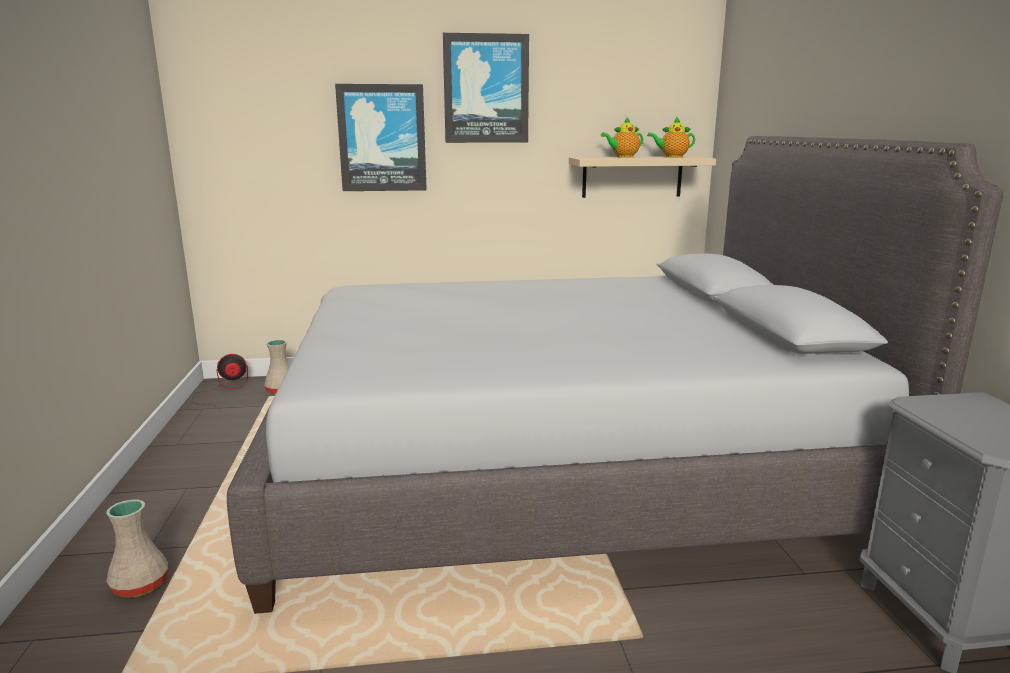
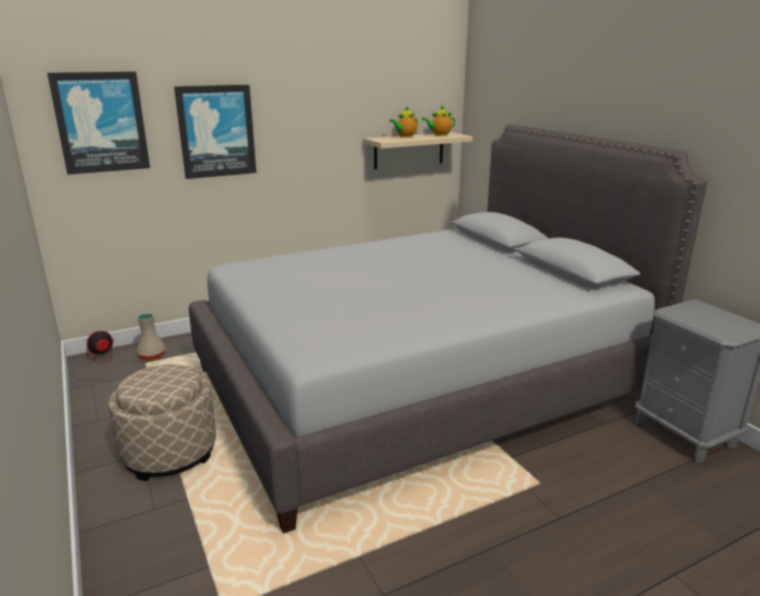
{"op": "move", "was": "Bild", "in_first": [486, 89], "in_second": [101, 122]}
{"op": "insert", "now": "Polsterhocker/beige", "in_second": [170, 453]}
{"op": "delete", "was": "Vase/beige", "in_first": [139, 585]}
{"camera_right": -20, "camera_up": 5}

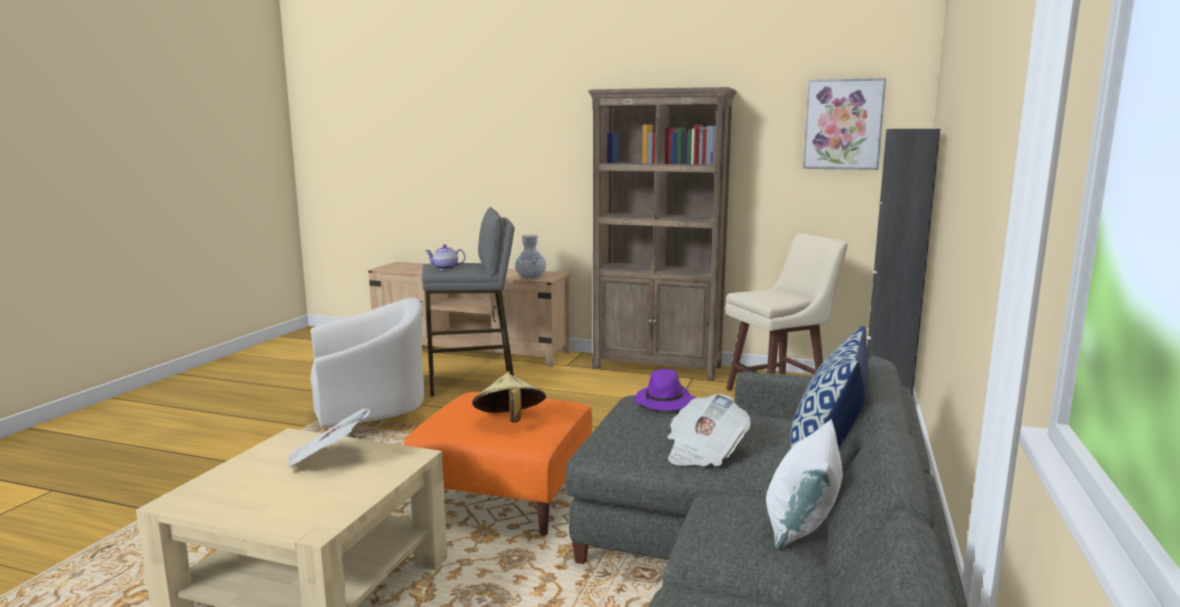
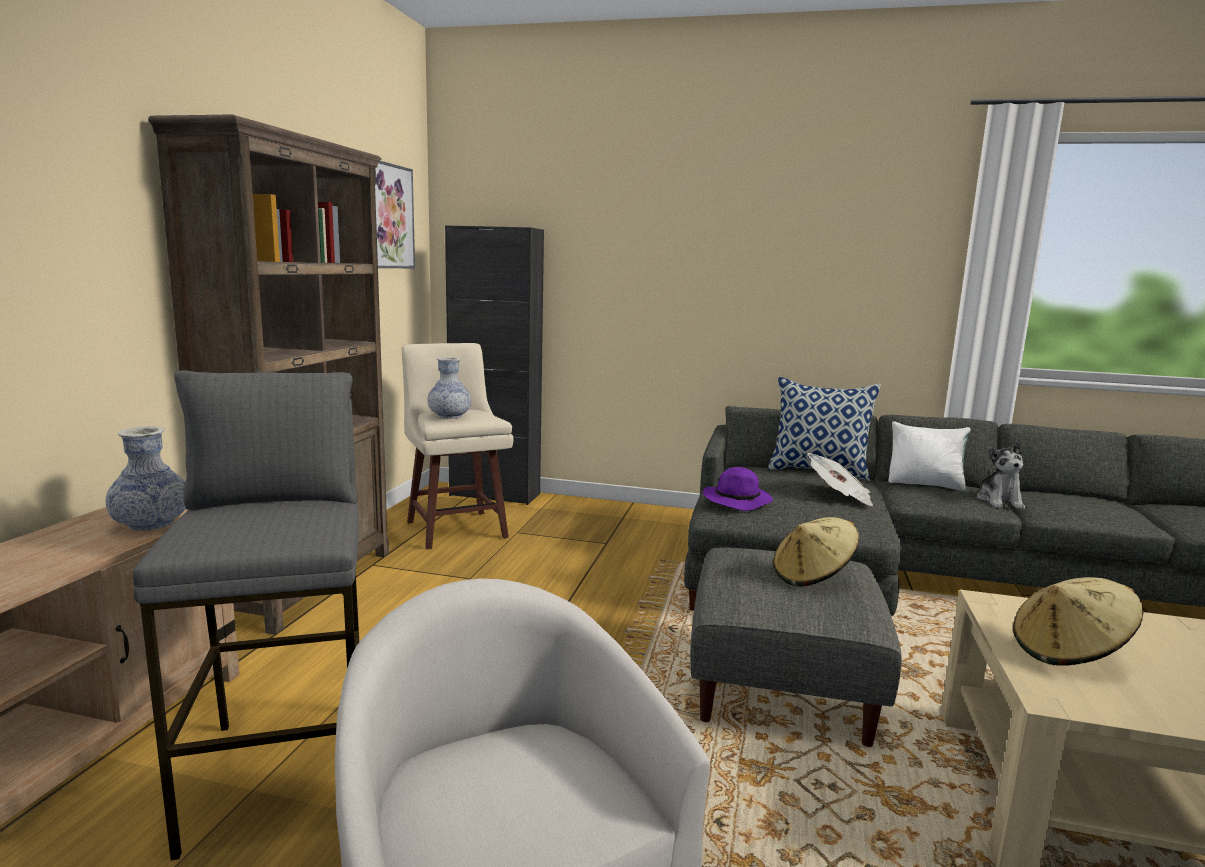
{"op": "insert", "now": "Vase", "in_second": [449, 416]}
{"op": "recolor", "was": "Polsterhocker/orange", "now": "Polsterhocker/grau", "in_first": [506, 496], "in_second": [780, 685]}
{"op": "insert", "now": "Plüschtier", "in_second": [999, 501]}
{"op": "replace", "was": "Zeitung", "now": "Hut/beige", "in_first": [327, 459], "in_second": [1069, 652]}
{"op": "delete", "was": "Teekanne", "in_first": [445, 268]}
{"camera_right": -95, "camera_up": 0}

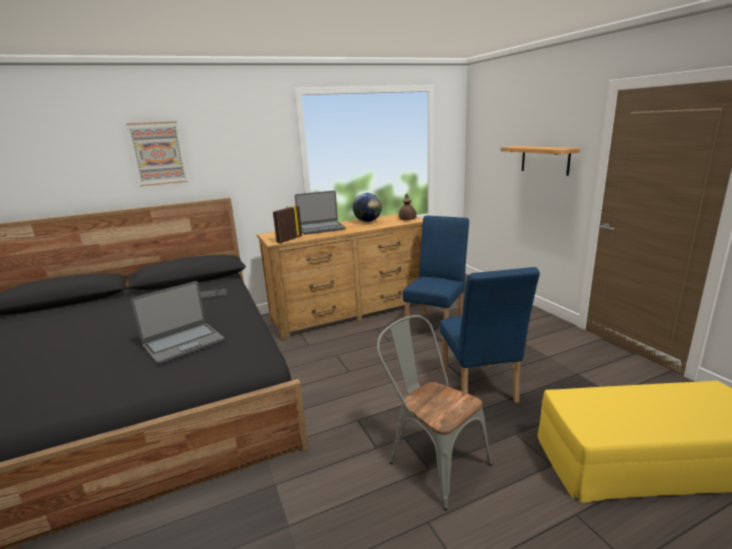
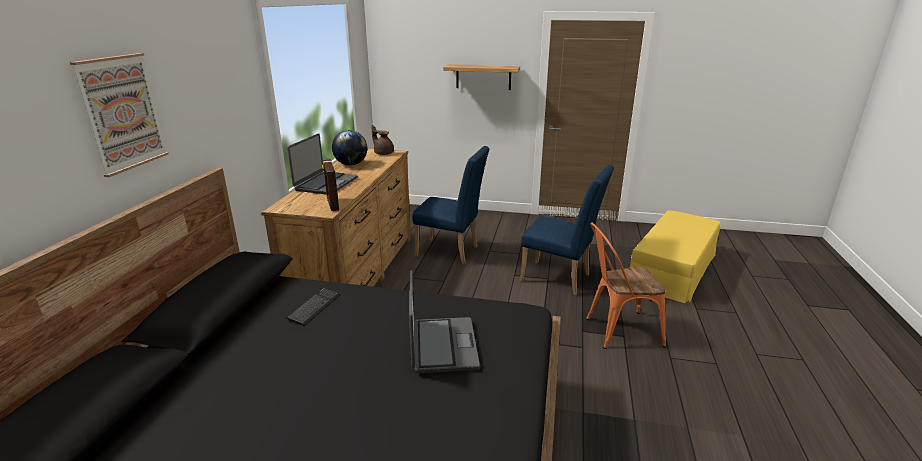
{"op": "rotate", "was": "Stuhl/blau", "in_first": [436, 325], "in_second": [451, 252], "clockwise": 135}
{"op": "recolor", "was": "Stuhl/grau", "now": "Stuhl/orange", "in_first": [432, 460], "in_second": [617, 331]}
{"camera_right": -55, "camera_up": 5}

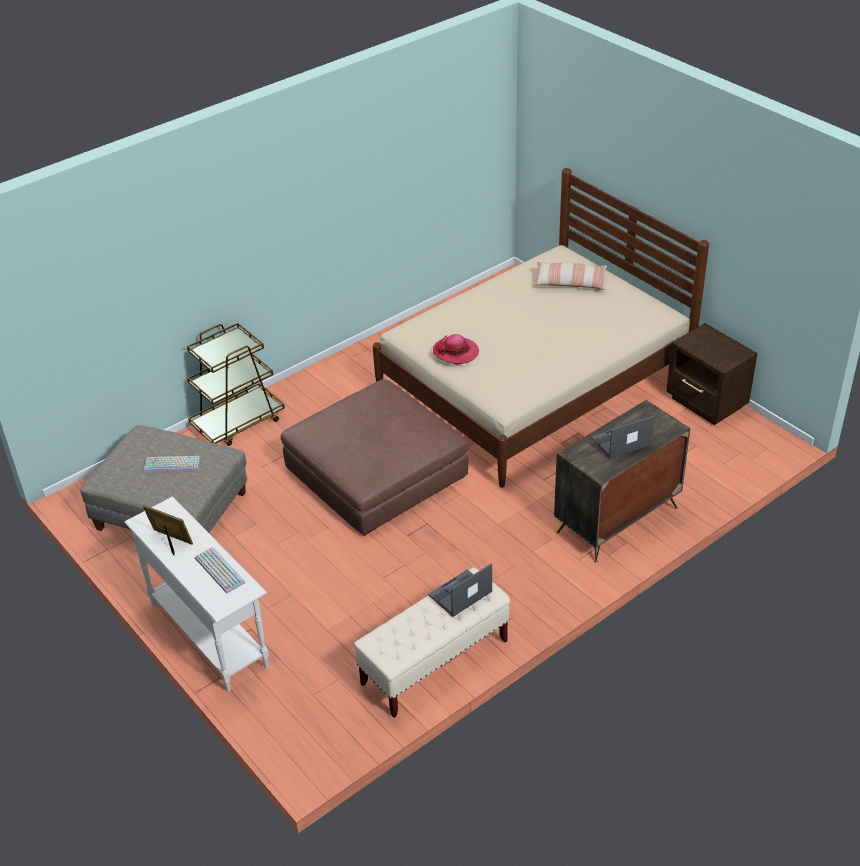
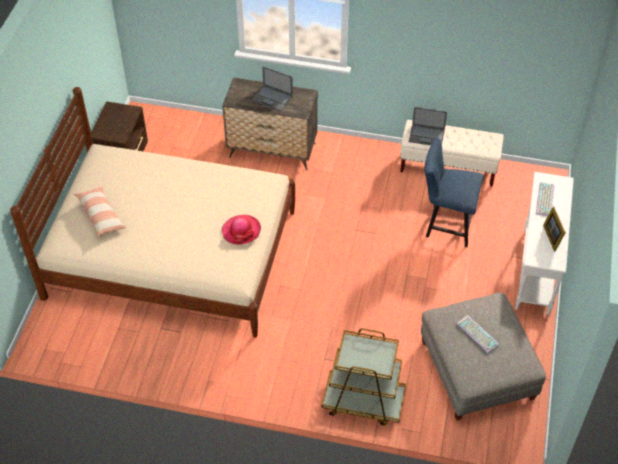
{"op": "insert", "now": "Stuhl/blau", "in_second": [446, 224]}
{"op": "delete", "was": "Polsterhocker/braun", "in_first": [376, 472]}
{"camera_right": -130, "camera_up": 10}

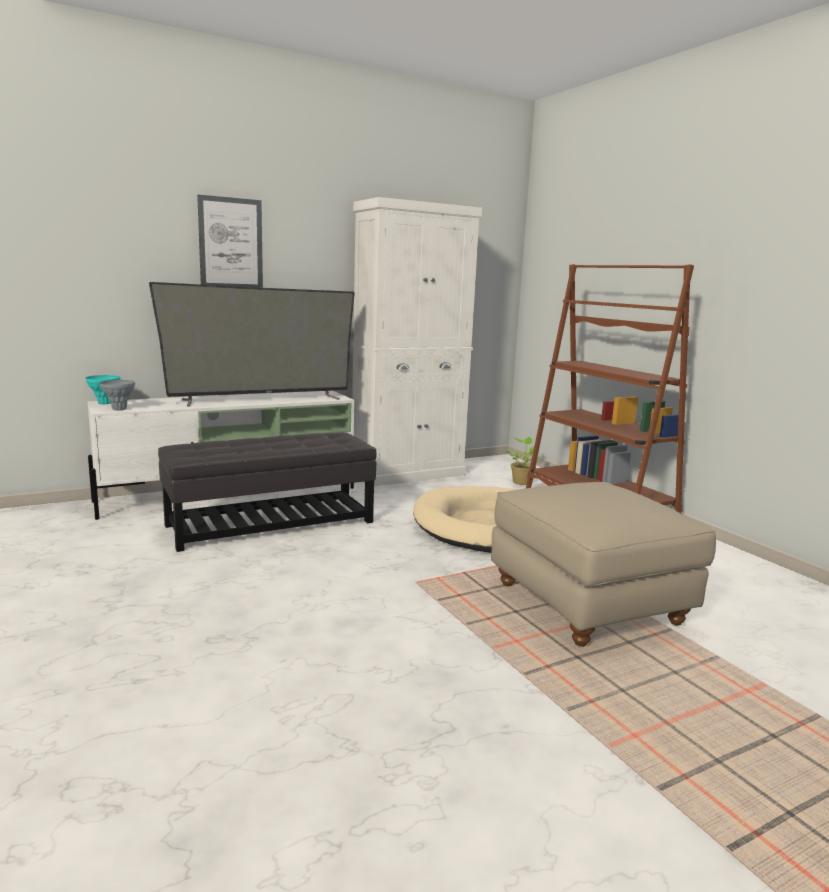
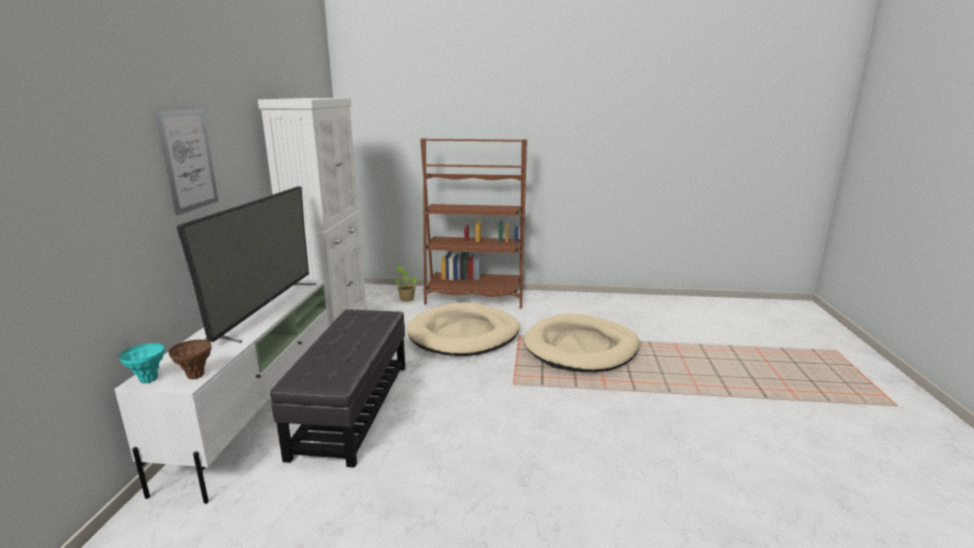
{"op": "recolor", "was": "Vase/grau", "now": "Vase/braun", "in_first": [119, 409], "in_second": [196, 376]}
{"op": "replace", "was": "Polsterhocker/beige", "now": "Hundebett/beige", "in_first": [589, 604], "in_second": [581, 348]}
{"camera_right": -55, "camera_up": 5}

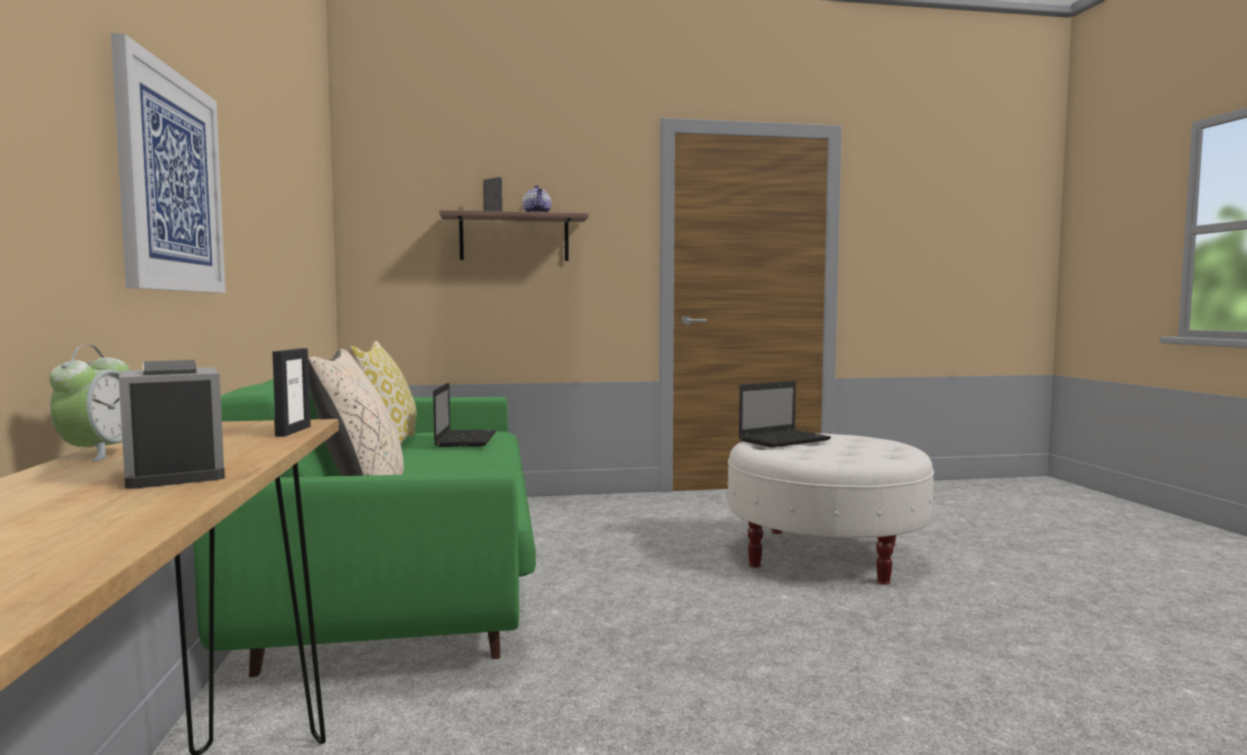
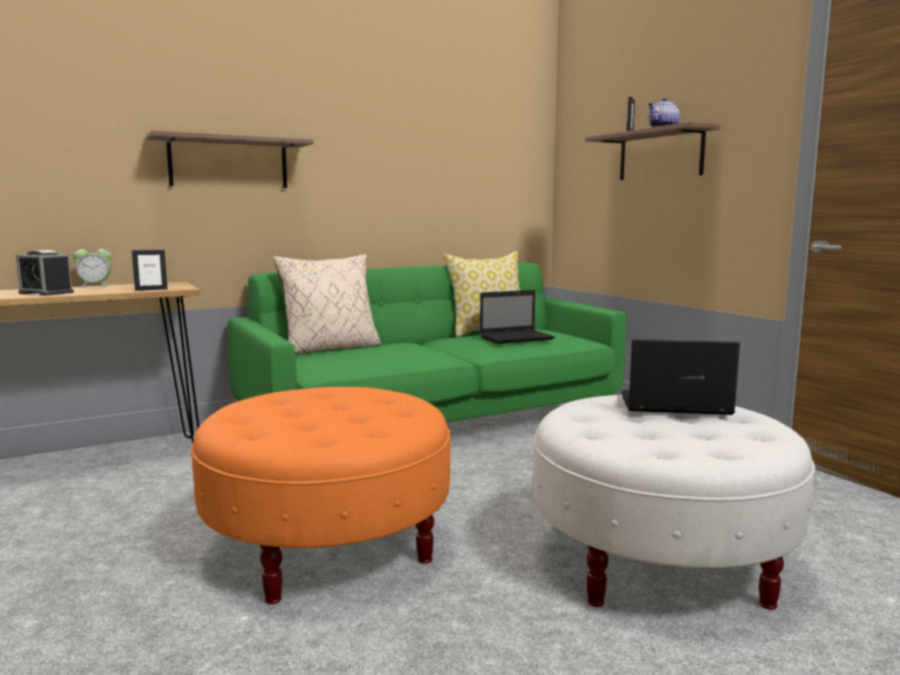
{"op": "rotate", "was": "Wecker", "in_first": [175, 473], "in_second": [46, 293], "clockwise": -105}
{"op": "replace", "was": "Bild", "now": "Wandregal", "in_first": [171, 182], "in_second": [229, 163]}
{"op": "insert", "now": "Polsterhocker/orange", "in_second": [329, 545]}
{"op": "rotate", "was": "Laptop", "in_first": [785, 440], "in_second": [672, 405], "clockwise": 150}
{"camera_right": 70, "camera_up": 5}

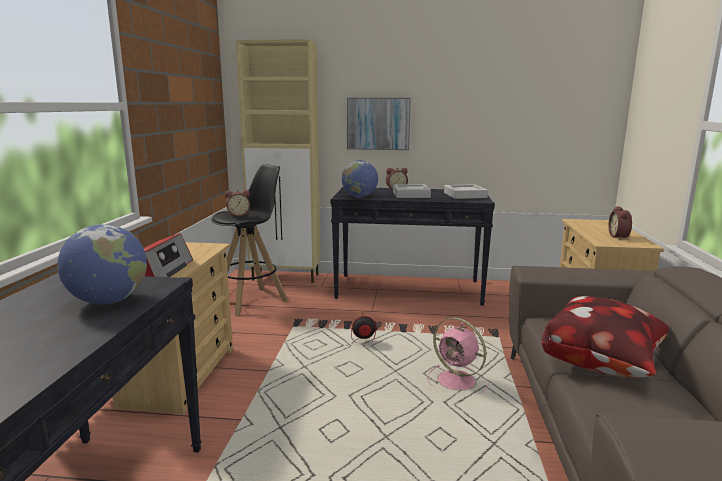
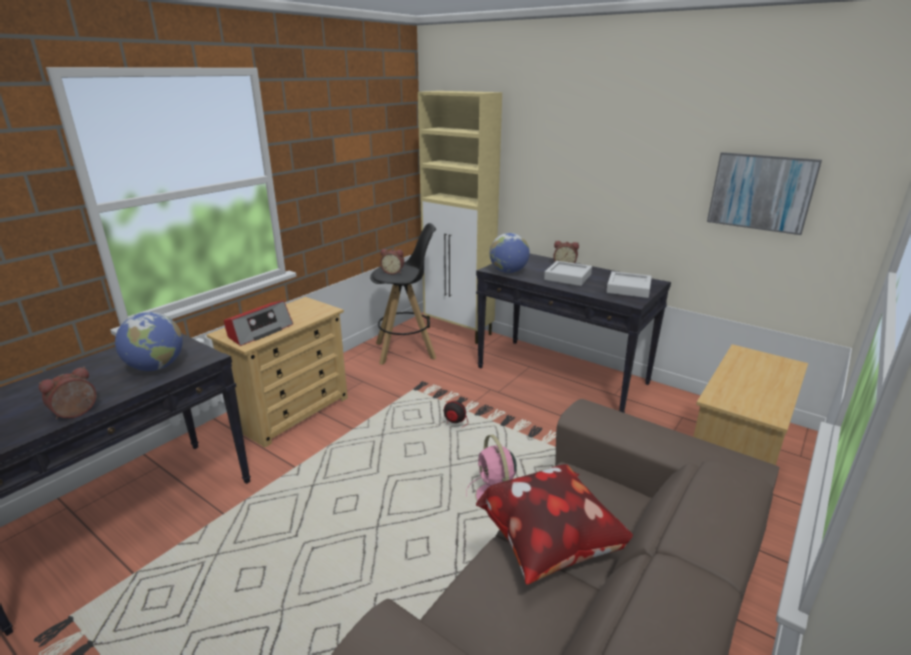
{"op": "move", "was": "Wecker", "in_first": [620, 237], "in_second": [76, 413]}
{"op": "move", "was": "Bild", "in_first": [378, 123], "in_second": [761, 192]}
{"camera_right": 30, "camera_up": 10}

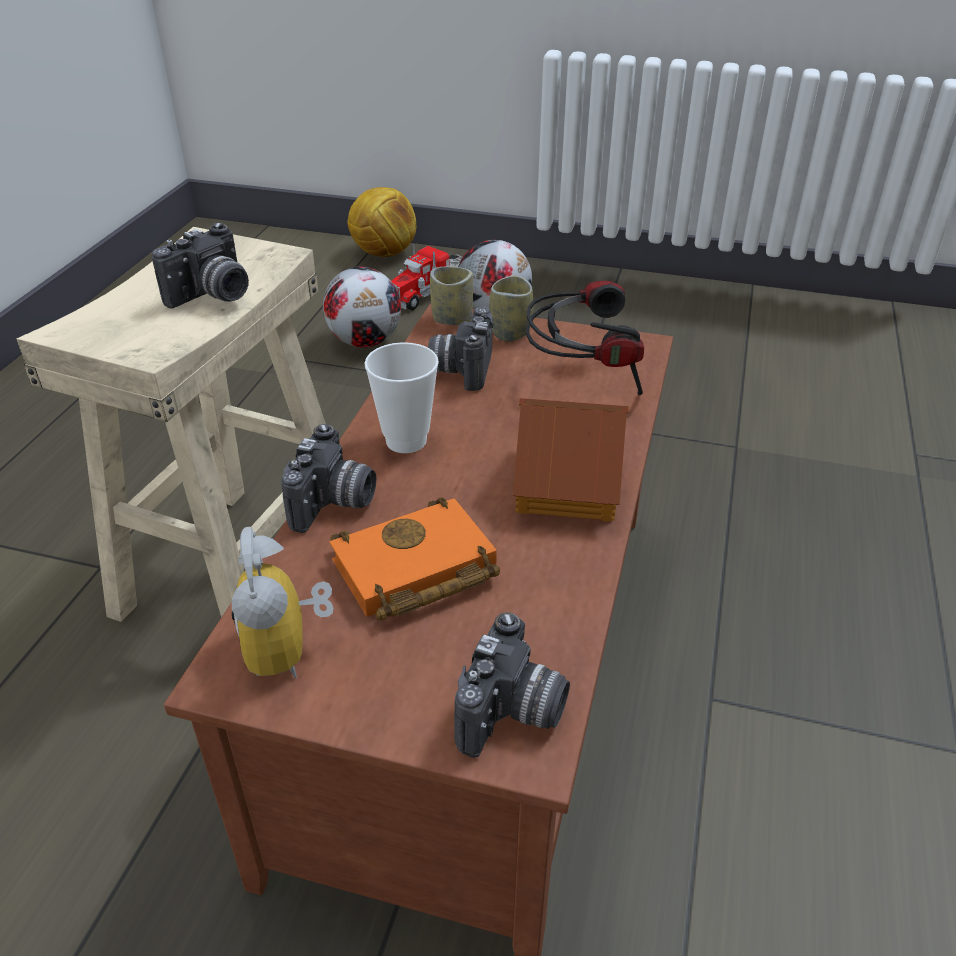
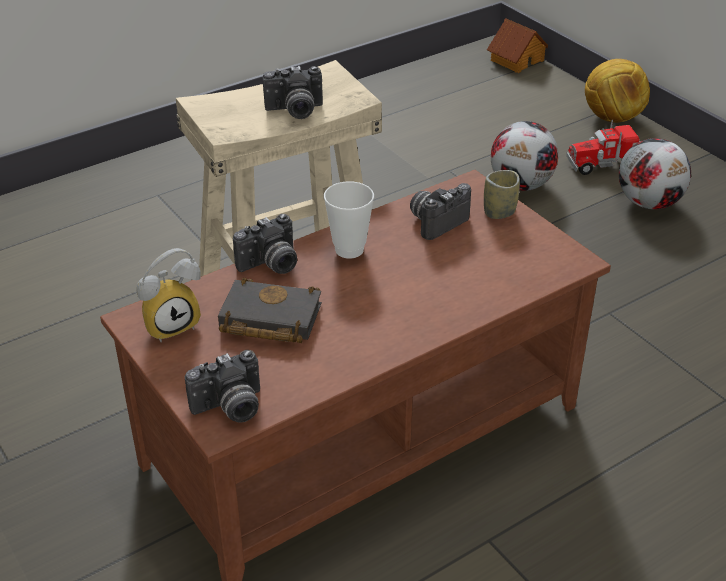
{"op": "rotate", "was": "Wecker", "in_first": [290, 650], "in_second": [171, 323], "clockwise": -150}
{"op": "recolor", "was": "Buch/orange", "now": "Buch/schwarz", "in_first": [413, 572], "in_second": [267, 319]}
{"op": "move", "was": "Spielzeughaus", "in_first": [565, 483], "in_second": [516, 60]}
{"op": "delete", "was": "Tasse", "in_first": [452, 319]}
{"op": "delete", "was": "Kopfhörer", "in_first": [581, 383]}
{"camera_right": 40, "camera_up": 0}

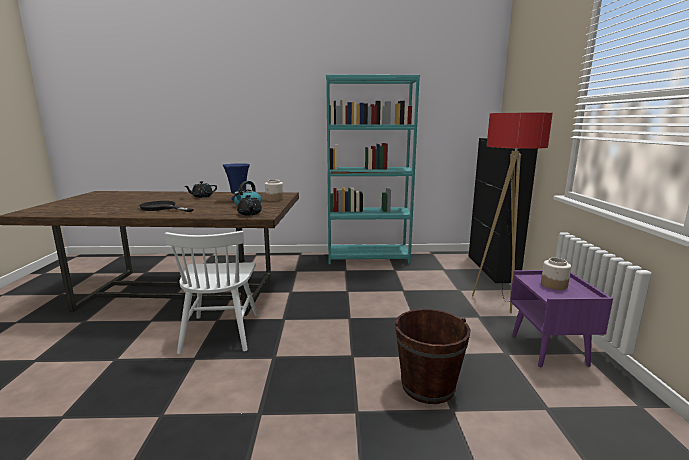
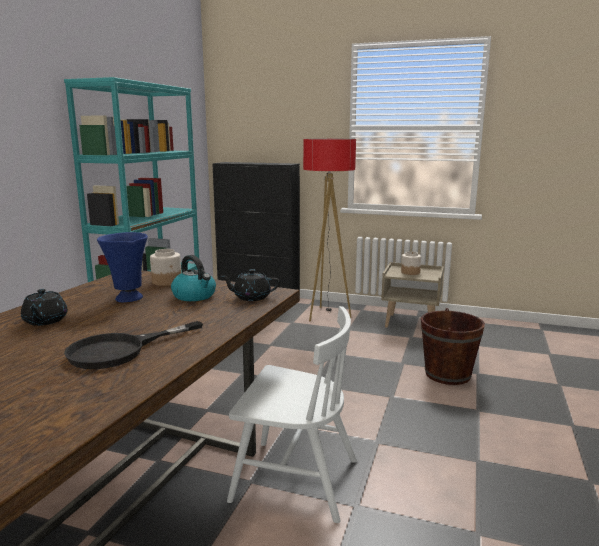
{"op": "recolor", "was": "Nachttisch/lila", "now": "Nachttisch/beige", "in_first": [549, 350], "in_second": [411, 323]}
{"camera_right": -70, "camera_up": 0}

